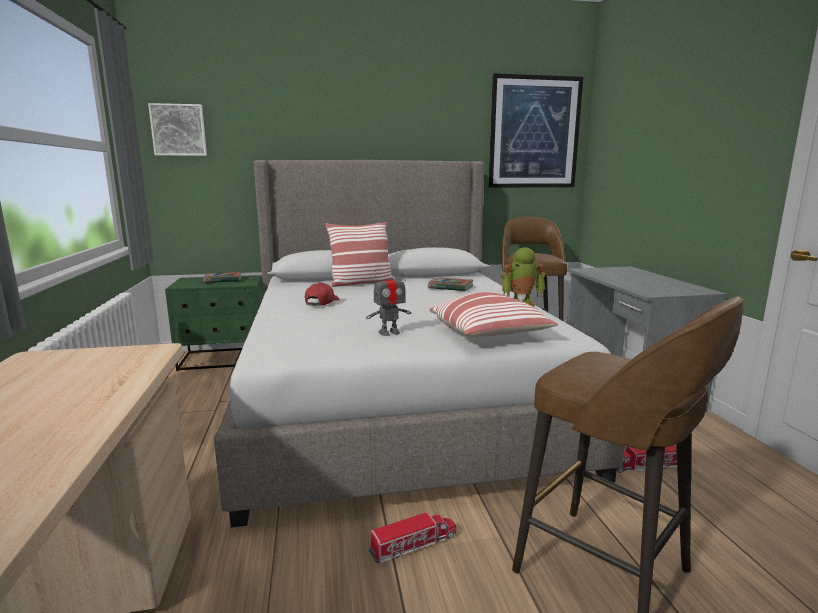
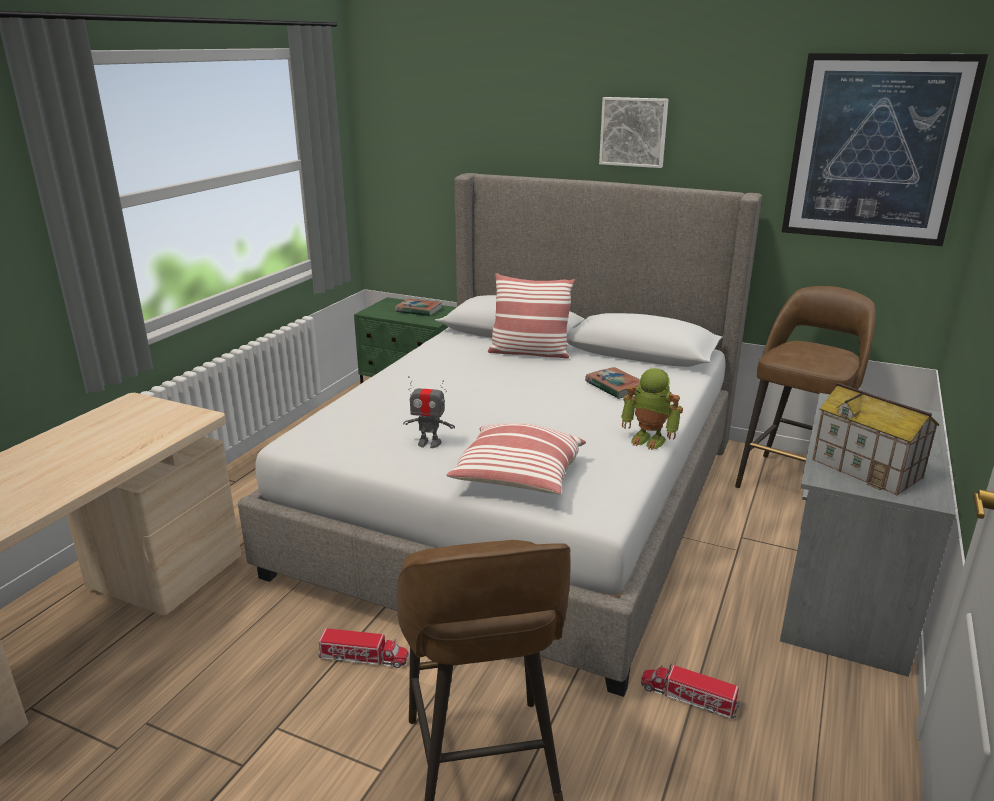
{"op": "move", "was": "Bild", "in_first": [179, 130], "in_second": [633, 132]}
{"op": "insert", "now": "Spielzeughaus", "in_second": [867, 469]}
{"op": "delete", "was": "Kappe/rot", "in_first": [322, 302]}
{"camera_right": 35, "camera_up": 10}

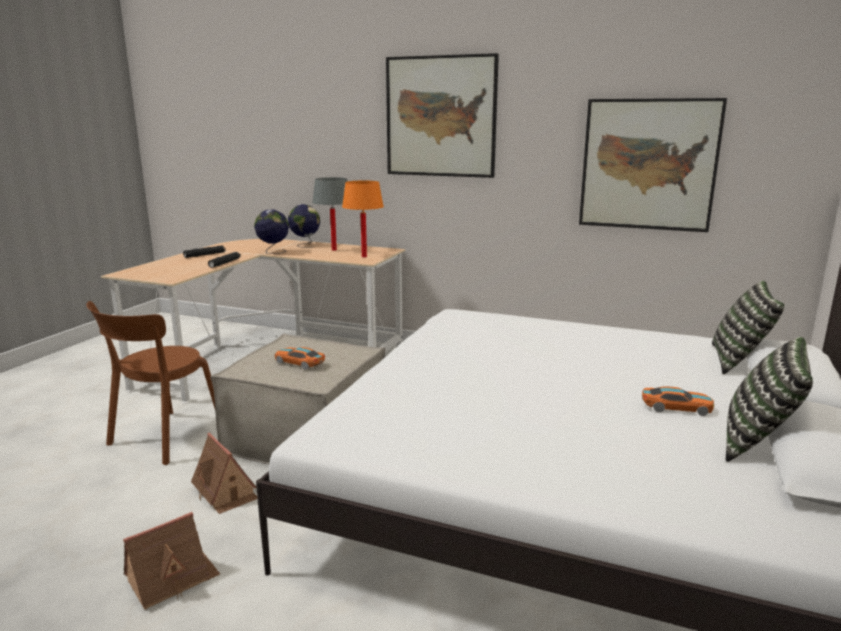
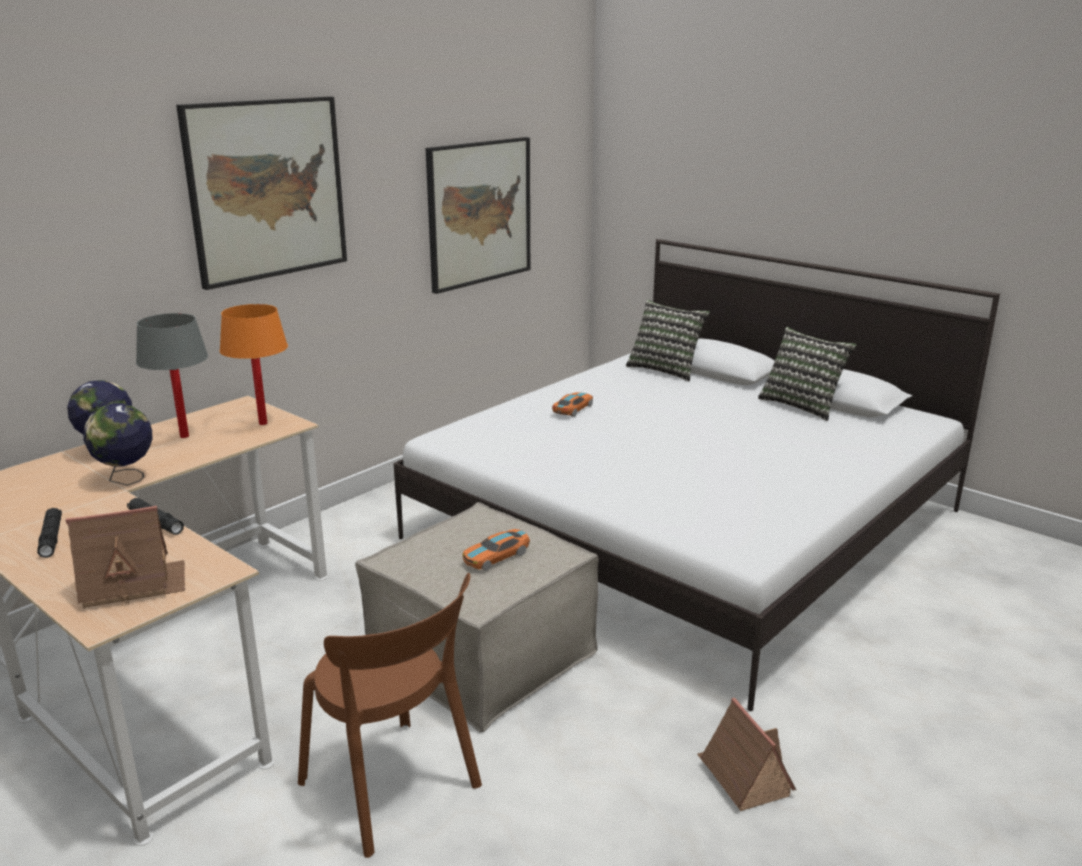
{"op": "move", "was": "Spielzeughaus", "in_first": [225, 491], "in_second": [133, 584]}
{"op": "move", "was": "Spielzeugauto", "in_first": [676, 407], "in_second": [572, 409]}
{"camera_right": -70, "camera_up": 5}

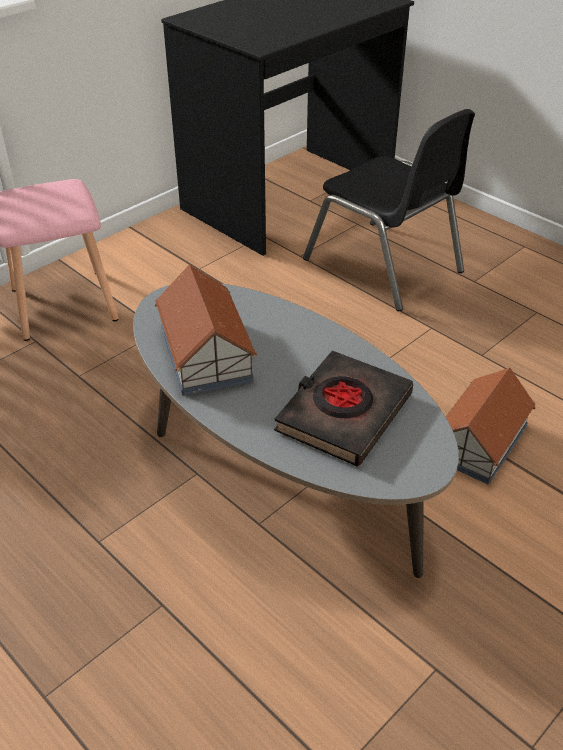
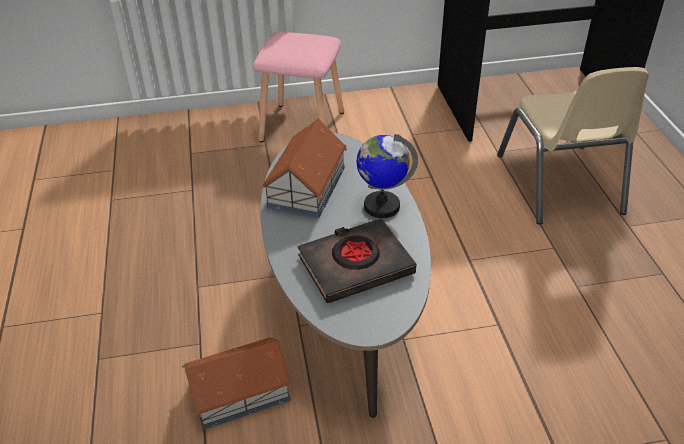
{"op": "move", "was": "Spielzeughaus", "in_first": [480, 441], "in_second": [240, 392]}
{"op": "insert", "now": "Globus", "in_second": [381, 206]}
{"op": "recolor", "was": "Stuhl/schwarz", "now": "Stuhl/beige", "in_first": [384, 266], "in_second": [559, 184]}
{"camera_right": 35, "camera_up": 0}

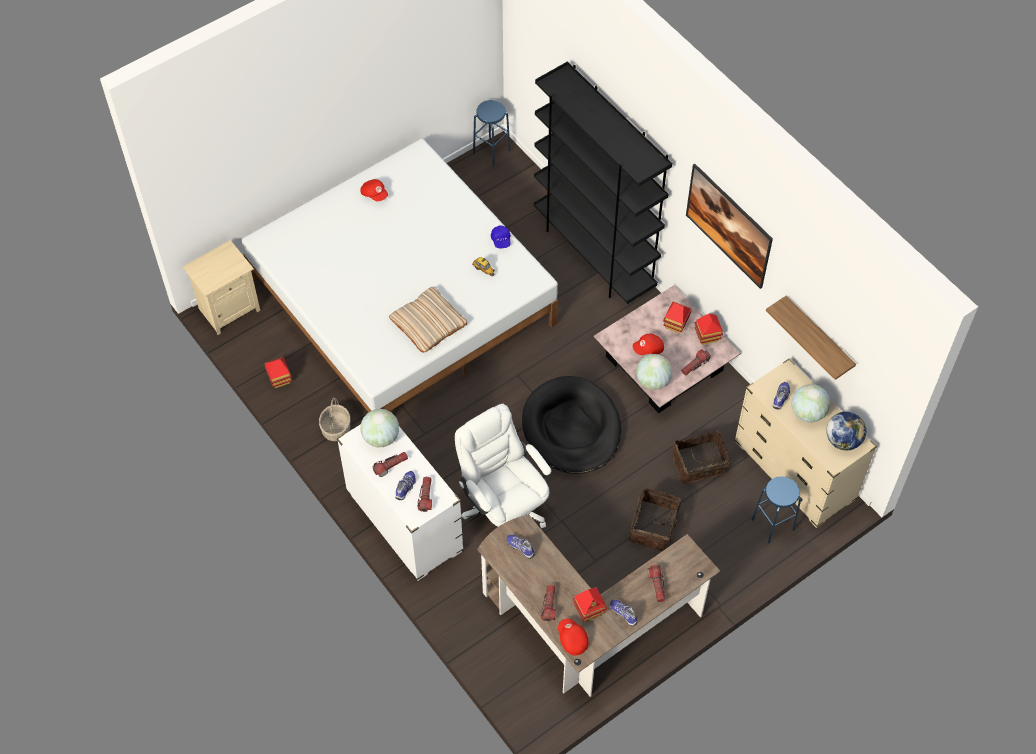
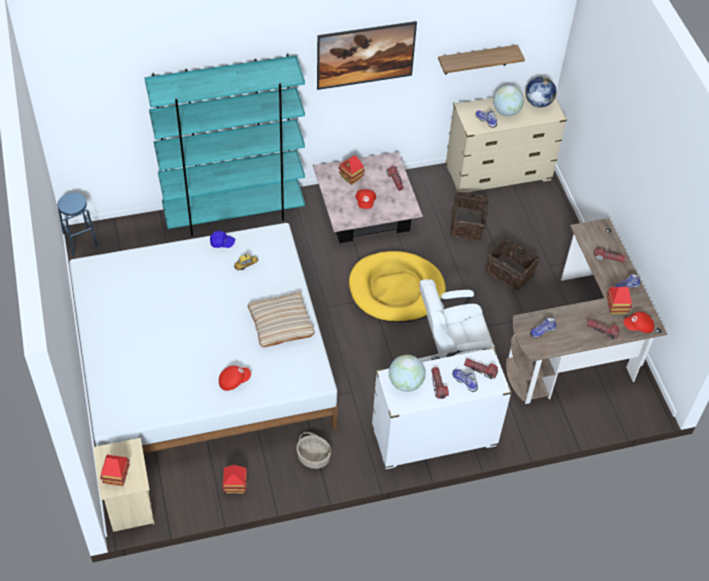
{"op": "move", "was": "Spielzeughaus", "in_first": [707, 337], "in_second": [116, 477]}
{"op": "recolor", "was": "Bücherregal/schwarz", "now": "Bücherregal/türkis", "in_first": [594, 254], "in_second": [234, 213]}
{"op": "move", "was": "Kappe/rot", "in_first": [374, 194], "in_second": [234, 380]}
{"op": "recolor", "was": "Hundebett/schwarz", "now": "Hundebett/gelb", "in_first": [571, 428], "in_second": [396, 290]}
{"op": "delete", "was": "Globus", "in_first": [652, 381]}
{"op": "delete", "was": "Hocker/blau", "in_first": [772, 524]}
{"camera_right": -70, "camera_up": -5}

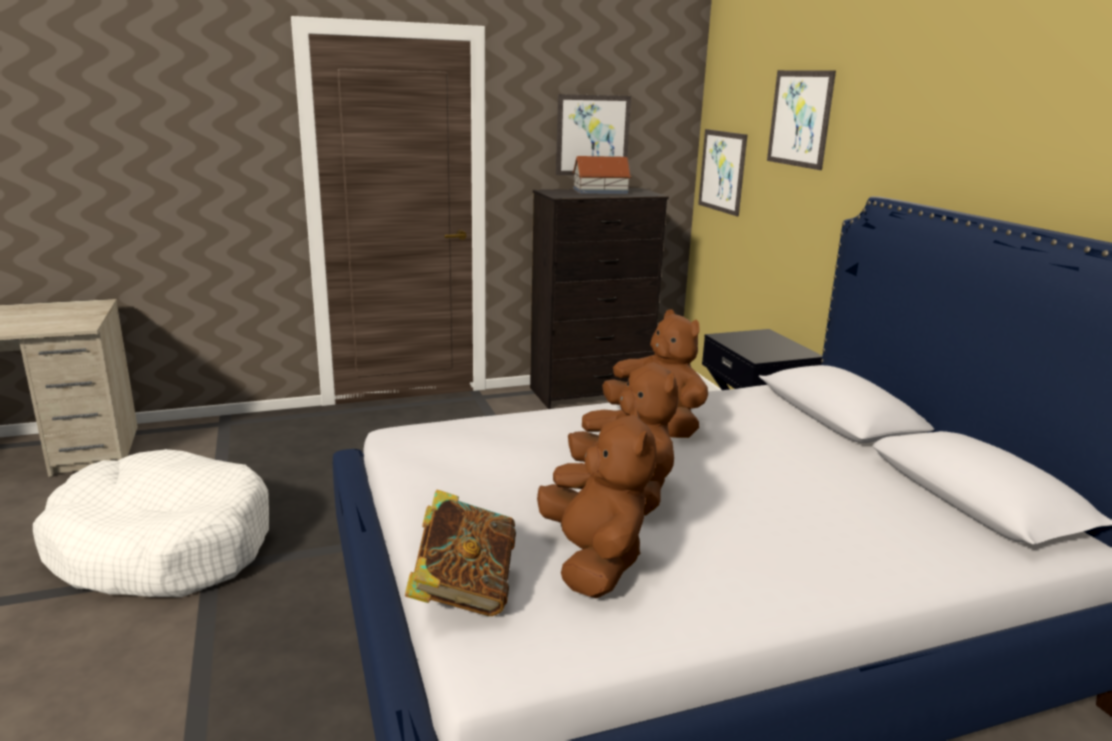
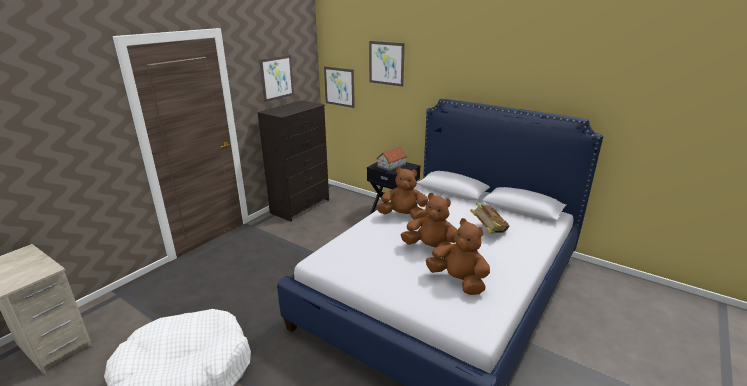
{"op": "move", "was": "Spielzeughaus", "in_first": [599, 191], "in_second": [391, 165]}
{"op": "move", "was": "Buch", "in_first": [463, 592], "in_second": [488, 230]}
{"camera_right": -35, "camera_up": 5}

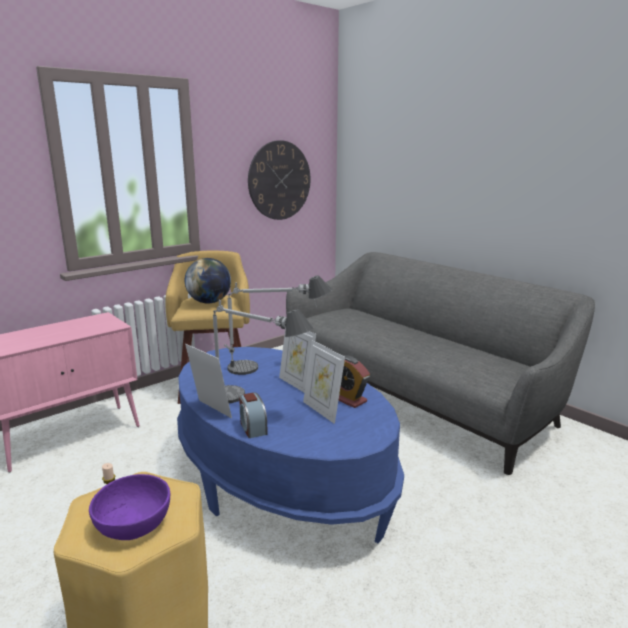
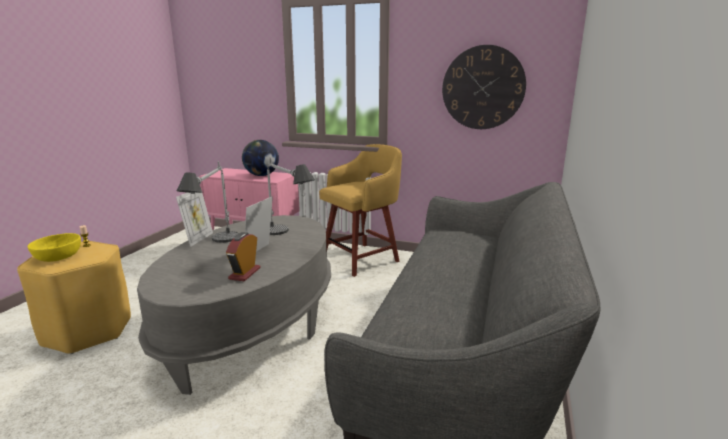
{"op": "recolor", "was": "Schüssel/lila", "now": "Schüssel/gelb", "in_first": [133, 523], "in_second": [58, 257]}
{"op": "recolor", "was": "Couchtisch/blau", "now": "Couchtisch/grau", "in_first": [281, 478], "in_second": [252, 325]}
{"op": "move", "was": "Globus", "in_first": [209, 302], "in_second": [261, 175]}
{"op": "delete", "was": "Wecker", "in_first": [253, 427]}
{"op": "delete", "was": "Bilderrahmen", "in_first": [322, 410]}
{"camera_right": 60, "camera_up": 0}

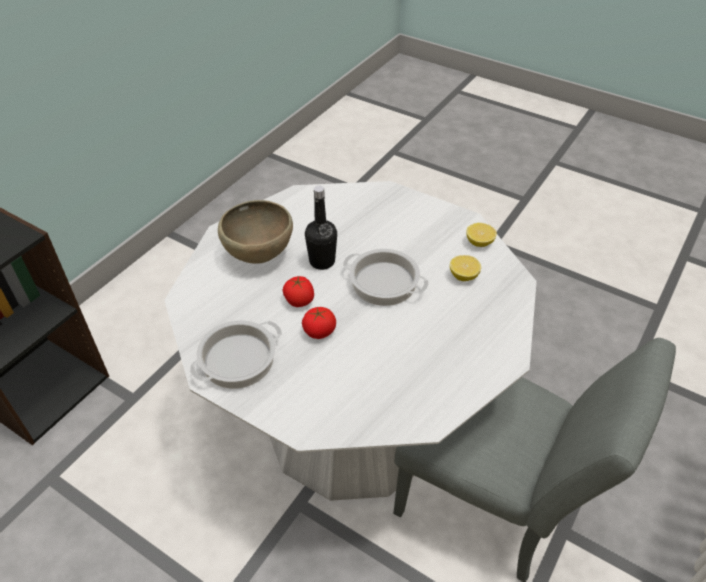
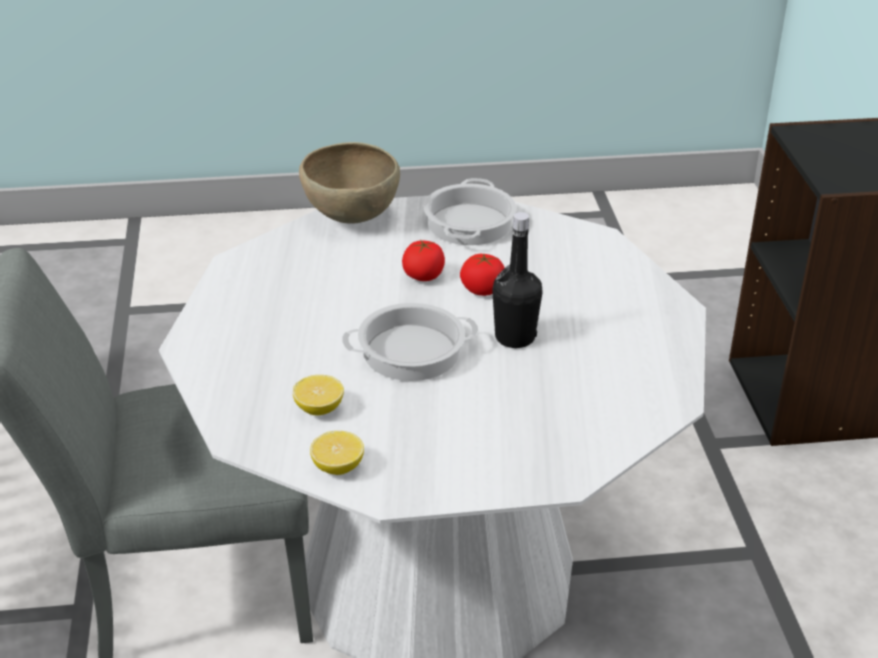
{"op": "move", "was": "Schüssel/braun", "in_first": [259, 255], "in_second": [350, 218]}
{"camera_right": 140, "camera_up": -10}

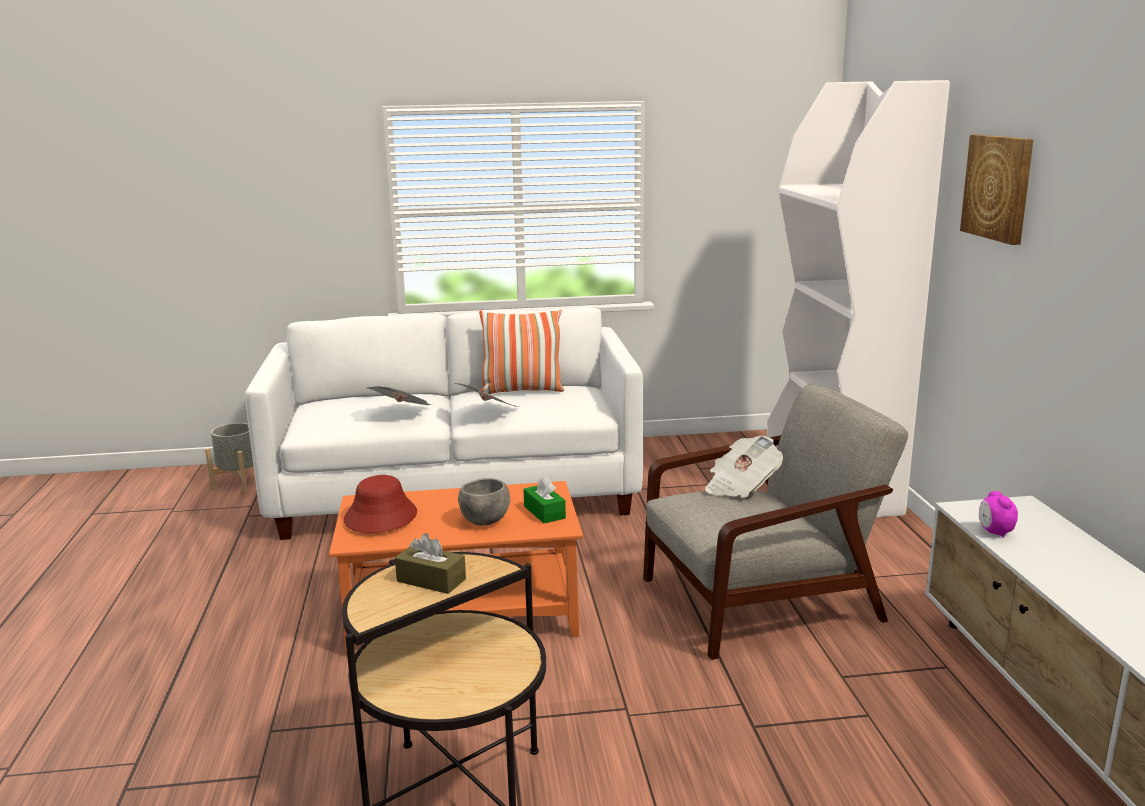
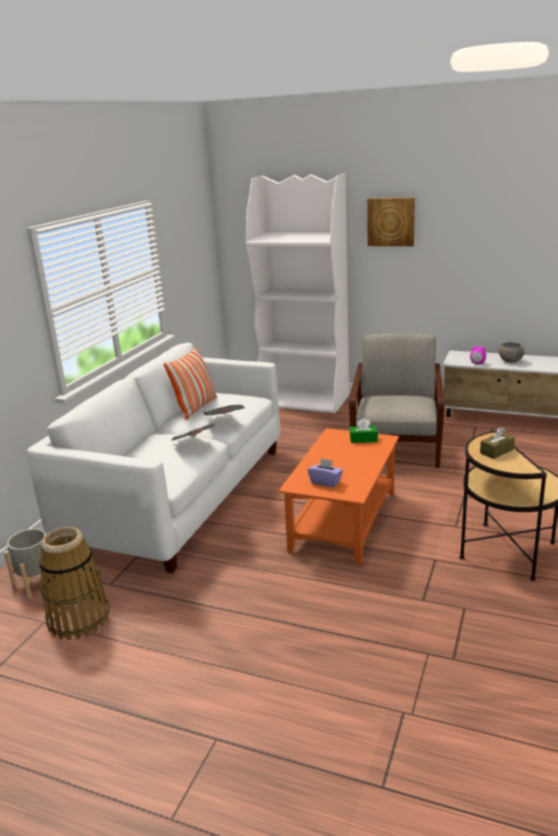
{"op": "insert", "now": "Korb", "in_second": [79, 619]}
{"op": "replace", "was": "Hut/rot", "now": "Taschentuchbox/lila", "in_first": [380, 517], "in_second": [325, 482]}
{"op": "move", "was": "Schüssel/grau", "in_first": [484, 521], "in_second": [510, 361]}
{"op": "delete", "was": "Zeitung", "in_first": [740, 486]}
{"camera_right": -60, "camera_up": 5}

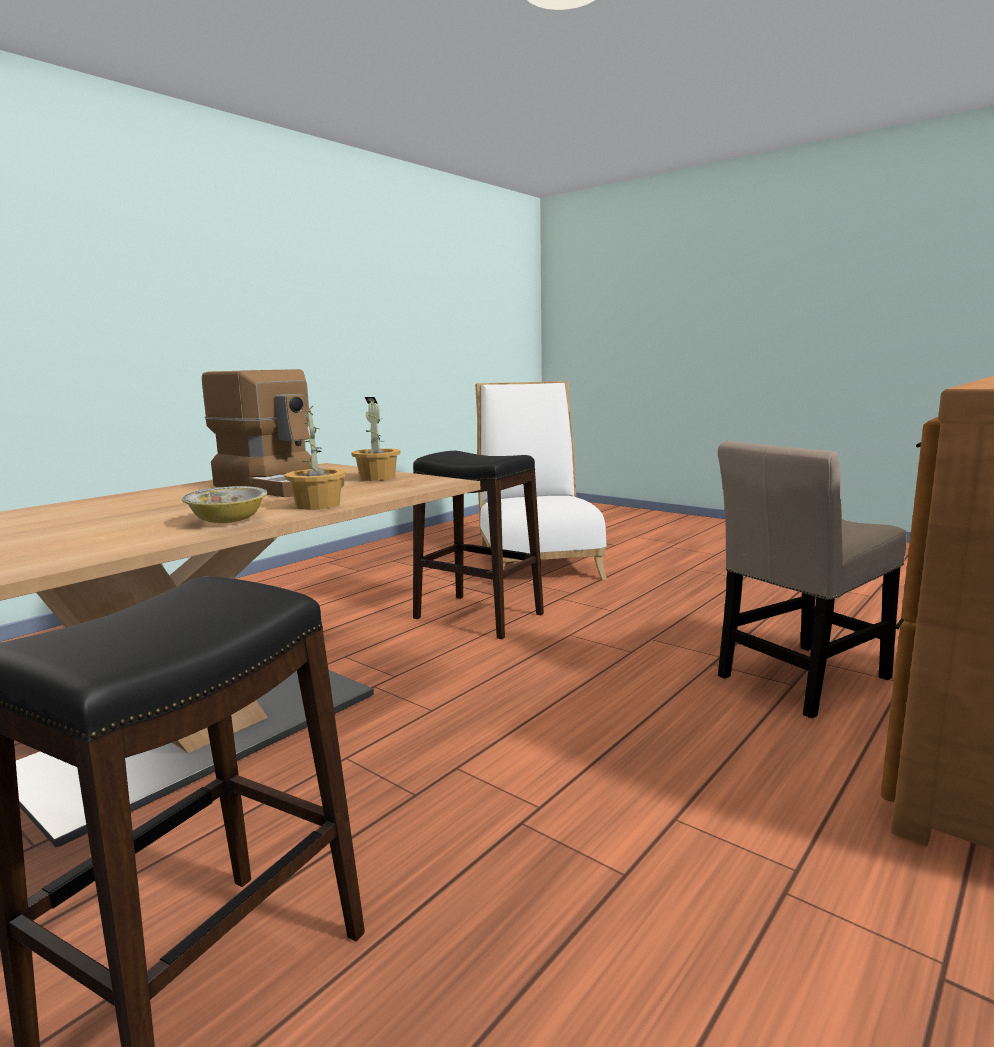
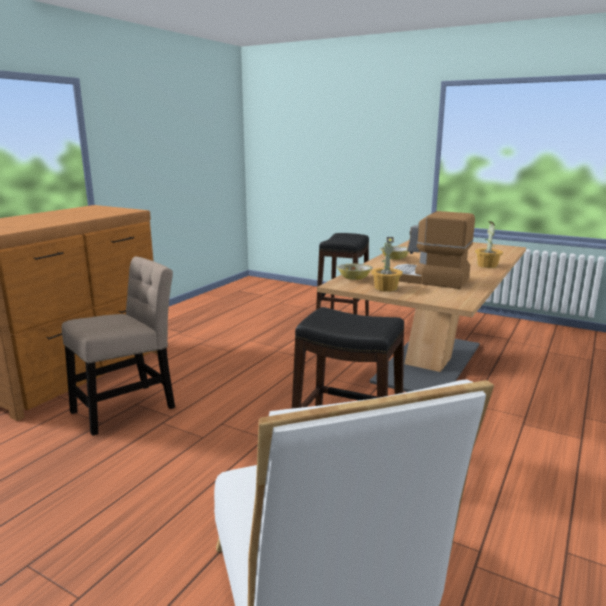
{"op": "insert", "now": "Schüssel", "in_second": [354, 278]}
{"op": "move", "was": "Topfpflanze", "in_first": [319, 505], "in_second": [487, 265]}
{"camera_right": 170, "camera_up": 5}

